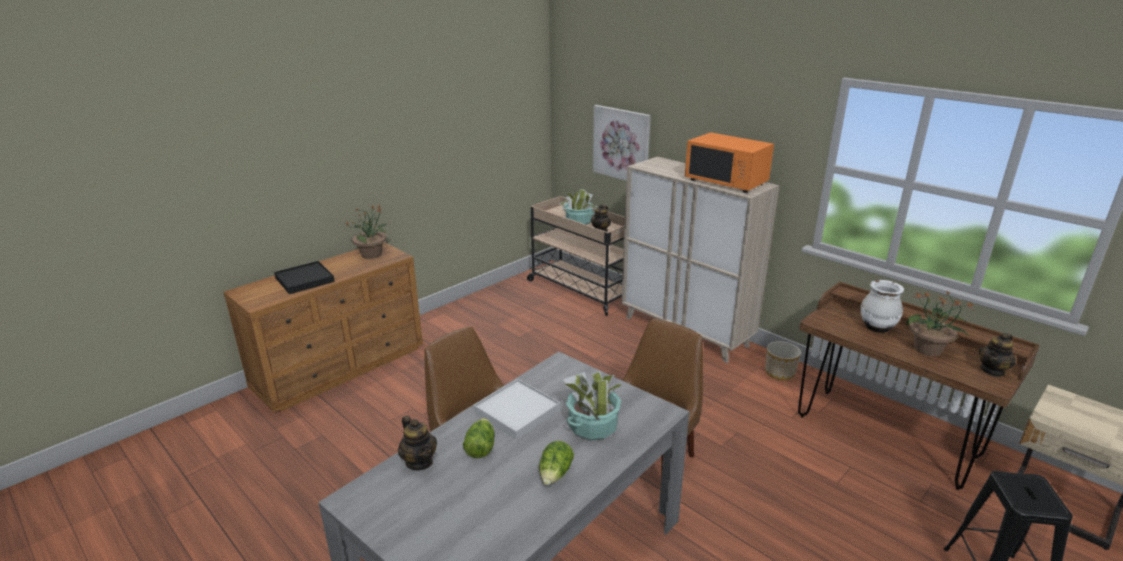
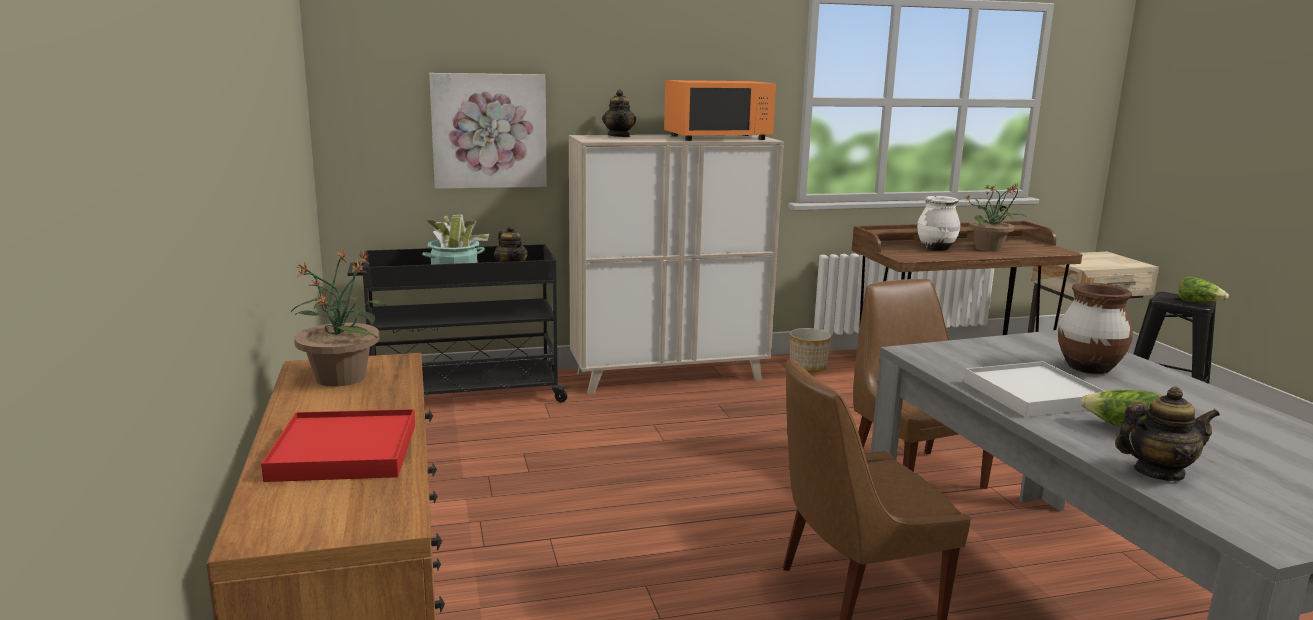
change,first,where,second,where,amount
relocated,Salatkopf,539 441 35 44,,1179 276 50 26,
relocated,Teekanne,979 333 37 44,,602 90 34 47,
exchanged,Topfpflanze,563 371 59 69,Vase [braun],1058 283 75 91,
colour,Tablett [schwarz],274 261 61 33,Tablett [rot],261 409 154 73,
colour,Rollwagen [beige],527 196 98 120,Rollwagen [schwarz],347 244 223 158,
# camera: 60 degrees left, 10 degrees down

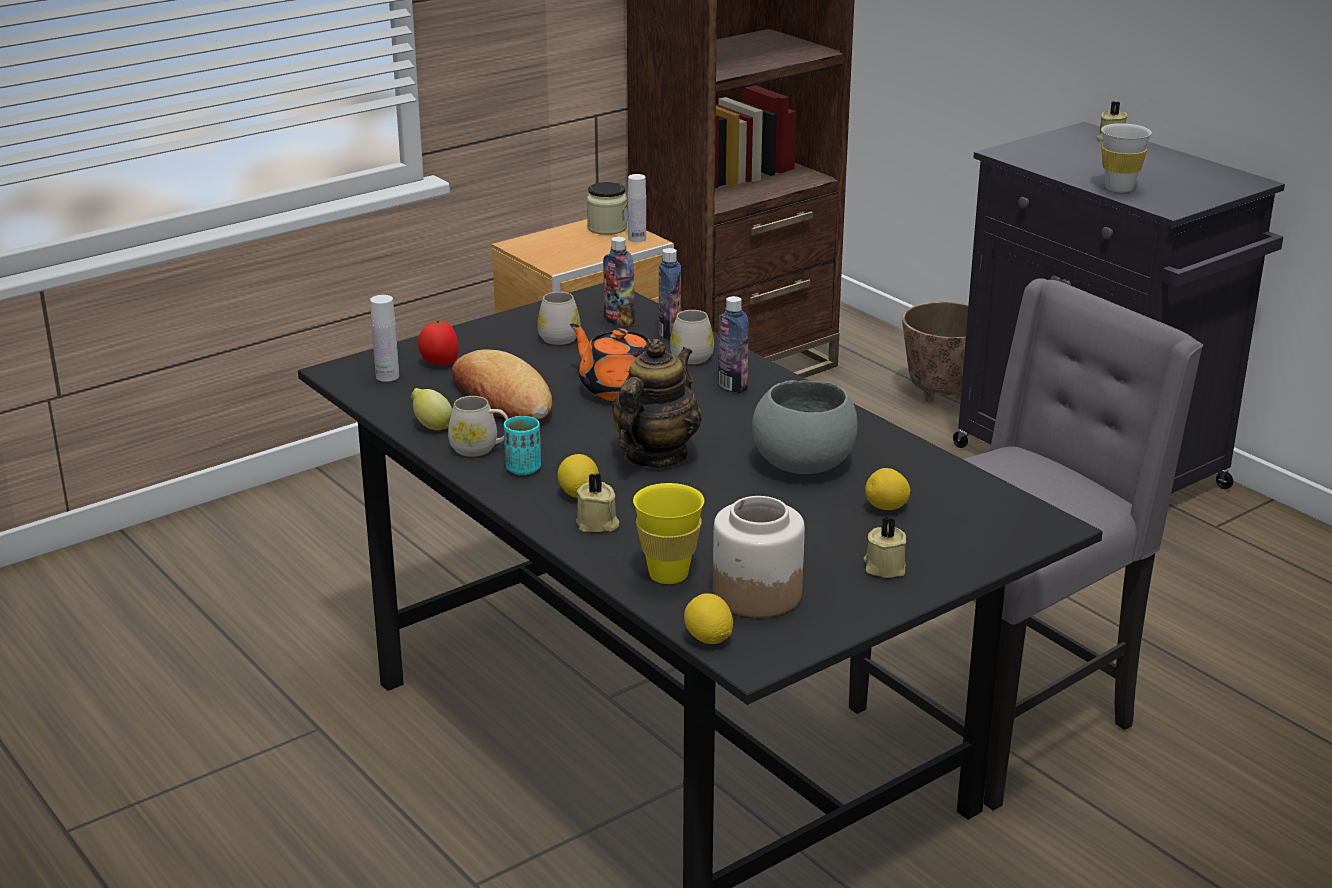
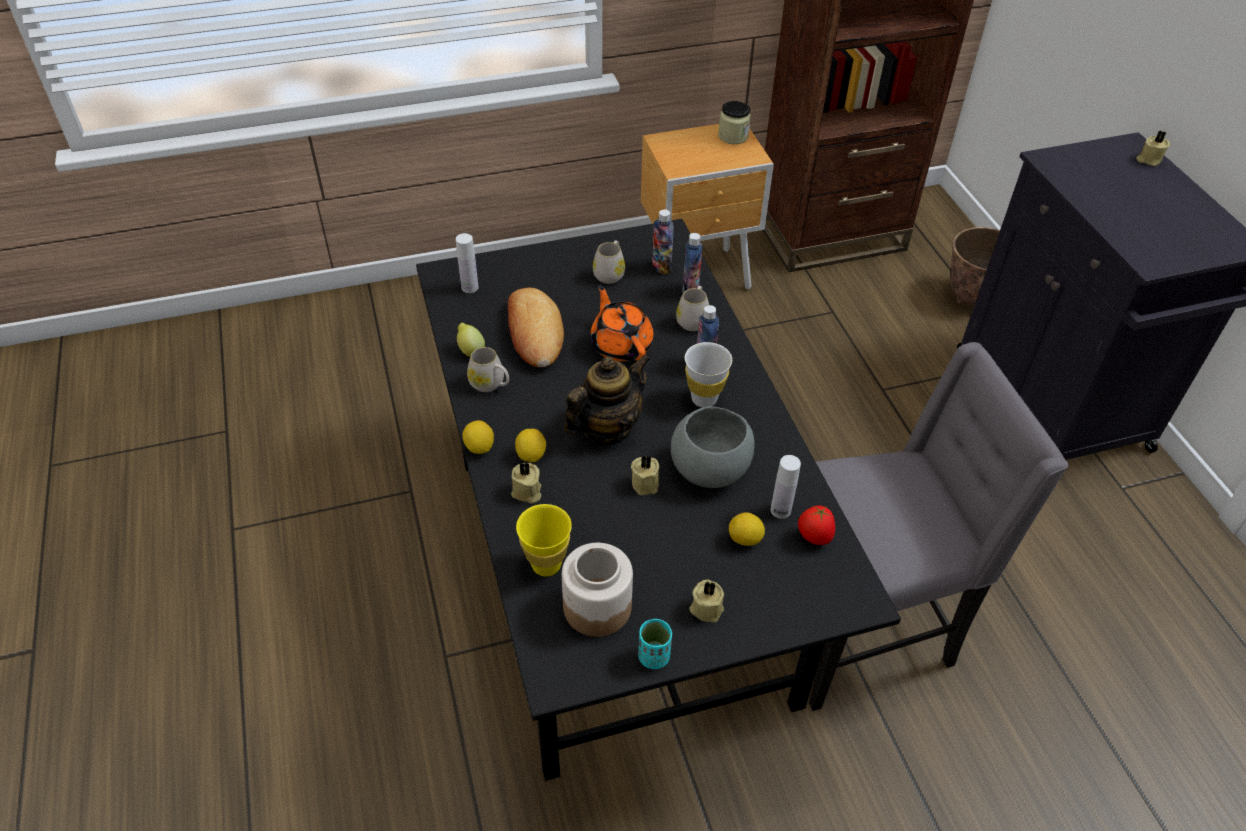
change,first,where,second,where,amount
appeared,,,Kerze [beige],631 455 28 40,
relocated,Tomate,418 320 41 45,,798 506 37 39,
relocated,Tasse [türkis],504 416 37 59,,638 619 34 50,
relocated,Flasche [weiß],628 174 18 68,,770 455 31 64,
relocated,Zitrone,684 593 49 51,,462 420 32 34,
relocated,Tasse [weiß],1101 123 51 70,,685 342 47 65,
# camera: 20 degrees right, 20 degrees up

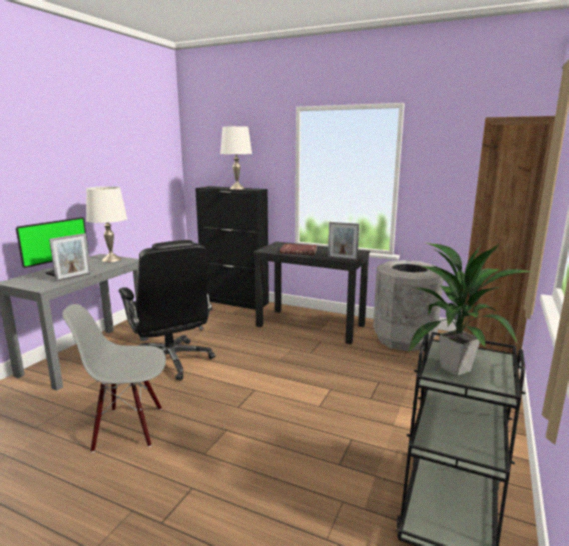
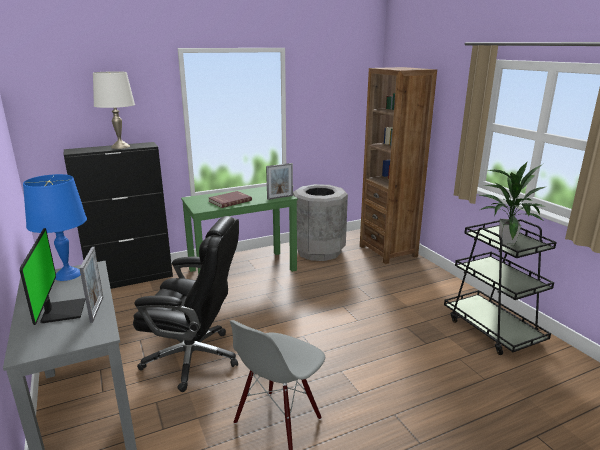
change,first,where,second,where,amount
colour,Tischlampe [weiß],86 187 42 75,Tischlampe [blau],23 174 64 107,
colour,Schreibtisch [schwarz],253 242 117 102,Schreibtisch [grün],181 186 117 89,
# camera: 50 degrees left, 5 degrees up

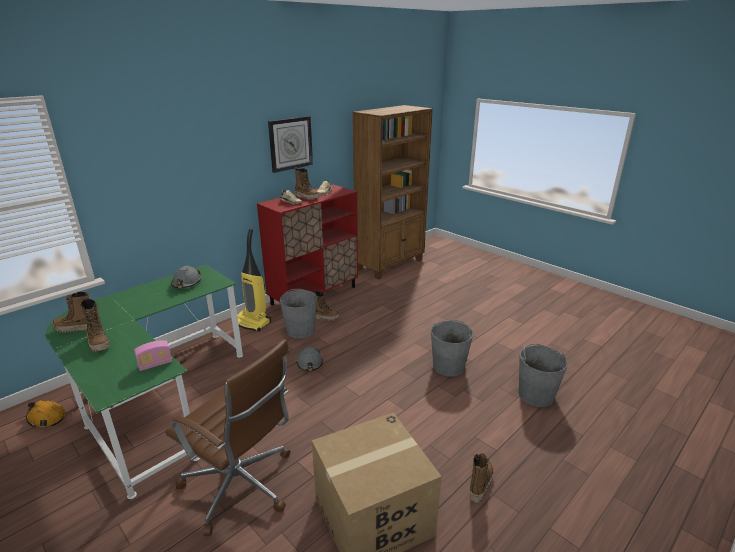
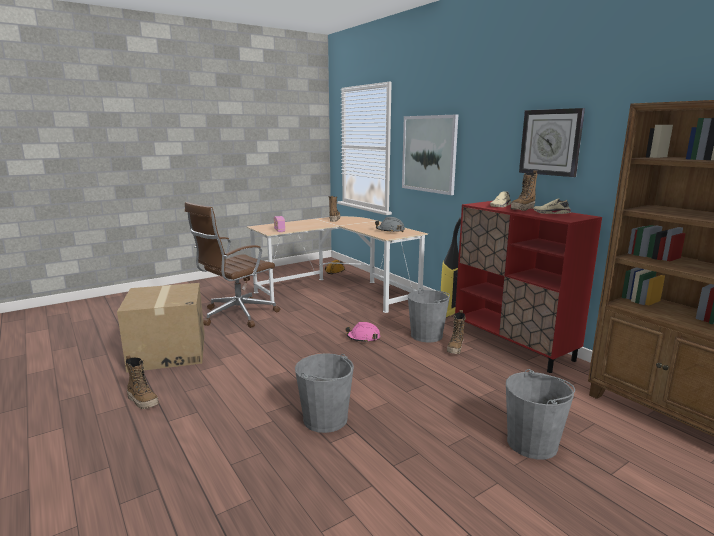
change,first,where,second,where,amount
missing,Stiefel,80 296 30 56,,,
appeared,,,Bild,402 115 56 80,
relocated,Eimer [grau],518 344 50 63,,506 369 69 91,
colour,Schreibtisch [grün],45 265 198 234,Schreibtisch [beige],247 216 181 97,
colour,Schutzhelm [grau],297 347 26 24,Schutzhelm [rosa],345 322 35 21,
# camera: 100 degrees right, 10 degrees down

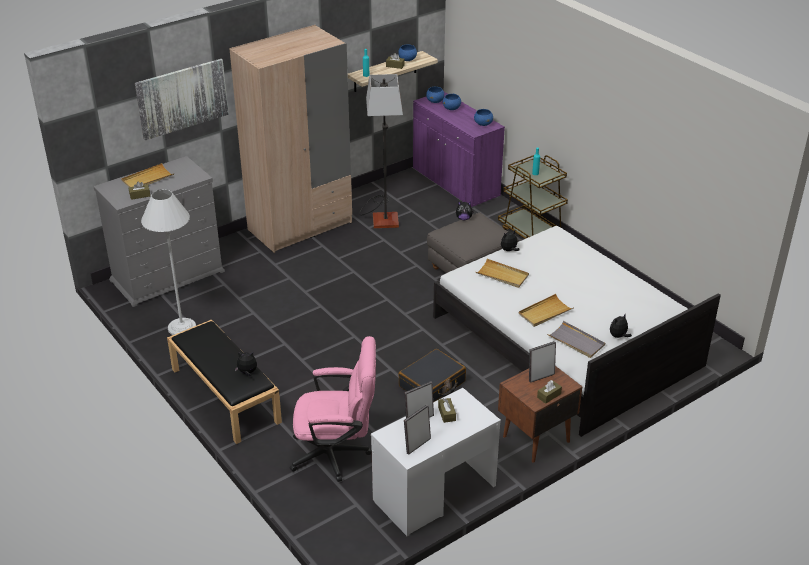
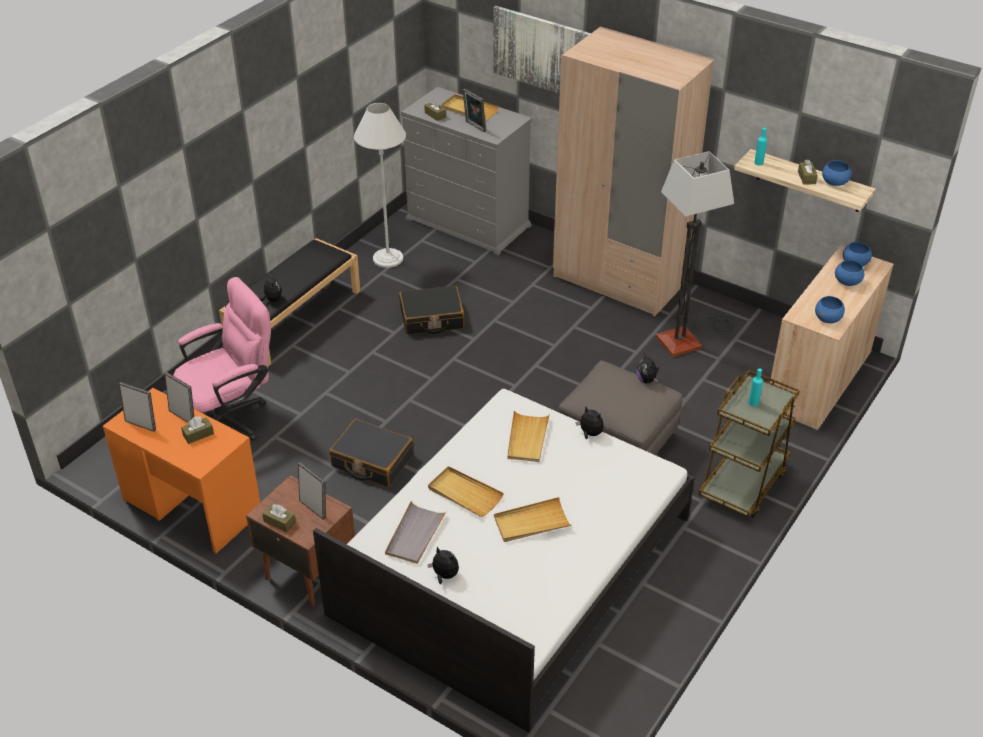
change,first,where,second,where,amount
appeared,,,Koffer [schwarz],399 286 65 48,
appeared,,,Bilderrahmen,463 89 23 43,
appeared,,,Tablett [beige],494 497 78 45,
colour,Schreibtisch [weiß],371 388 130 148,Schreibtisch [orange],103 388 157 166,
colour,Schrank [lila],413 92 92 116,Schrank [beige],770 246 124 185,
spun,Bürostuhl [rosa],290 336 86 146,,173 277 98 164,105 degrees counterclockwise
# camera: 70 degrees right, 5 degrees up

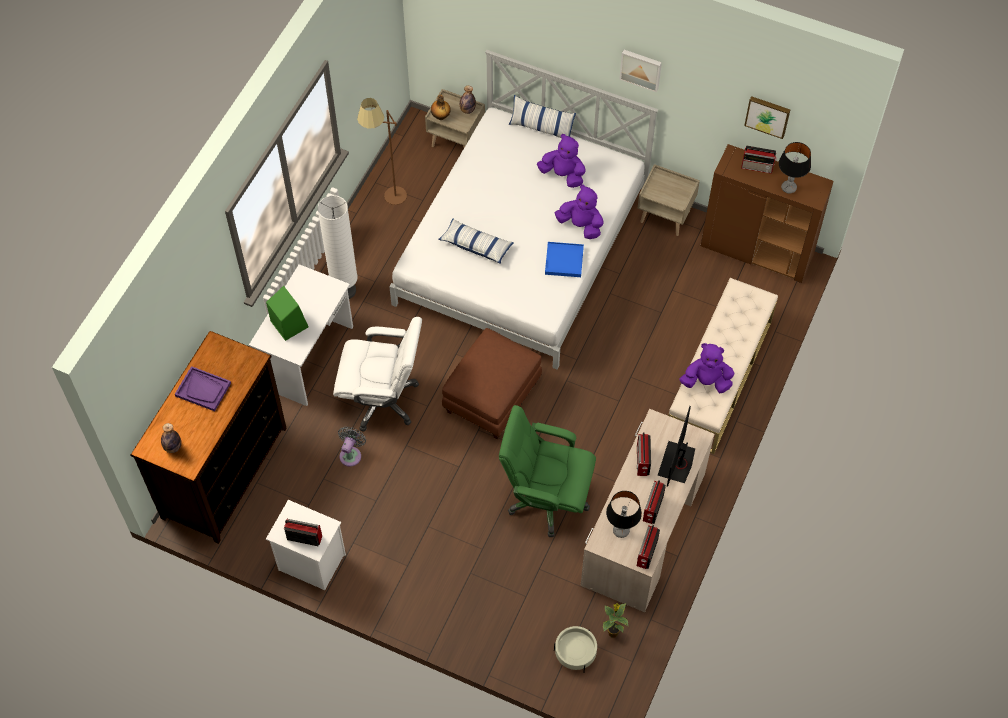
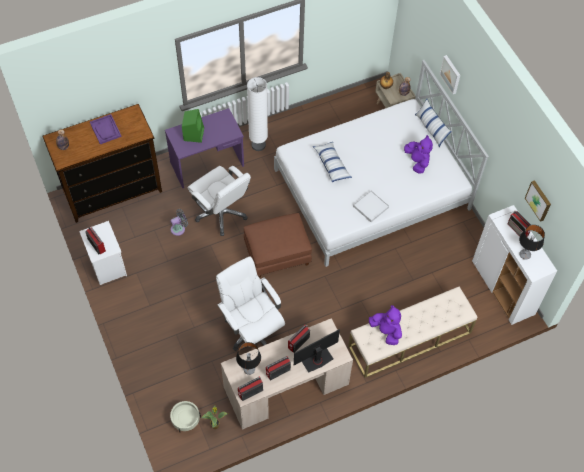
change,first,where,second,where,amount
missing,Stehlampe [braun],357 98 50 107,,,
missing,Plüschtier [lila],555 184 48 55,,,
missing,Nachttisch [beige],638 164 62 72,,,
relocated,Bild,619 50 43 42,,439 55 21 39,
colour,Schreibtisch [weiß],249 264 104 142,Schreibtisch [lila],165 108 79 80,
colour,Bürostuhl [grün],499 405 97 132,Bürostuhl [weiß],216 256 69 95,
colour,Tablett [blau],545 242 39 35,Tablett [weiß],353 191 36 31,
colour,Schrank [braun],701 144 133 139,Schrank [weiß],472 205 85 120,
# camera: 40 degrees right, 0 degrees up

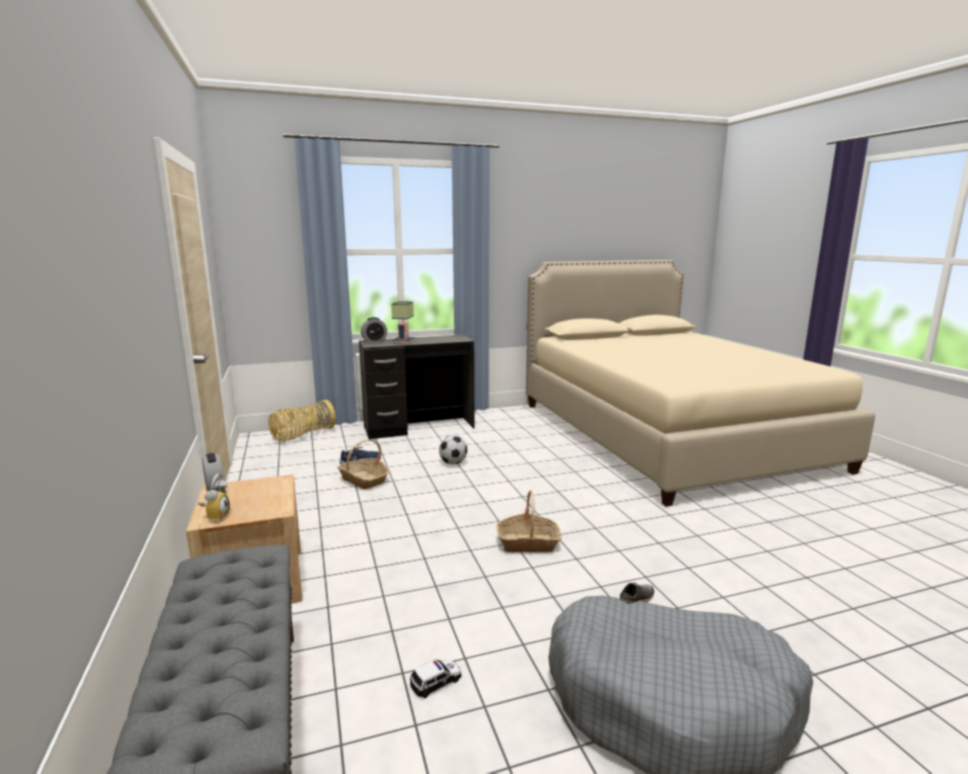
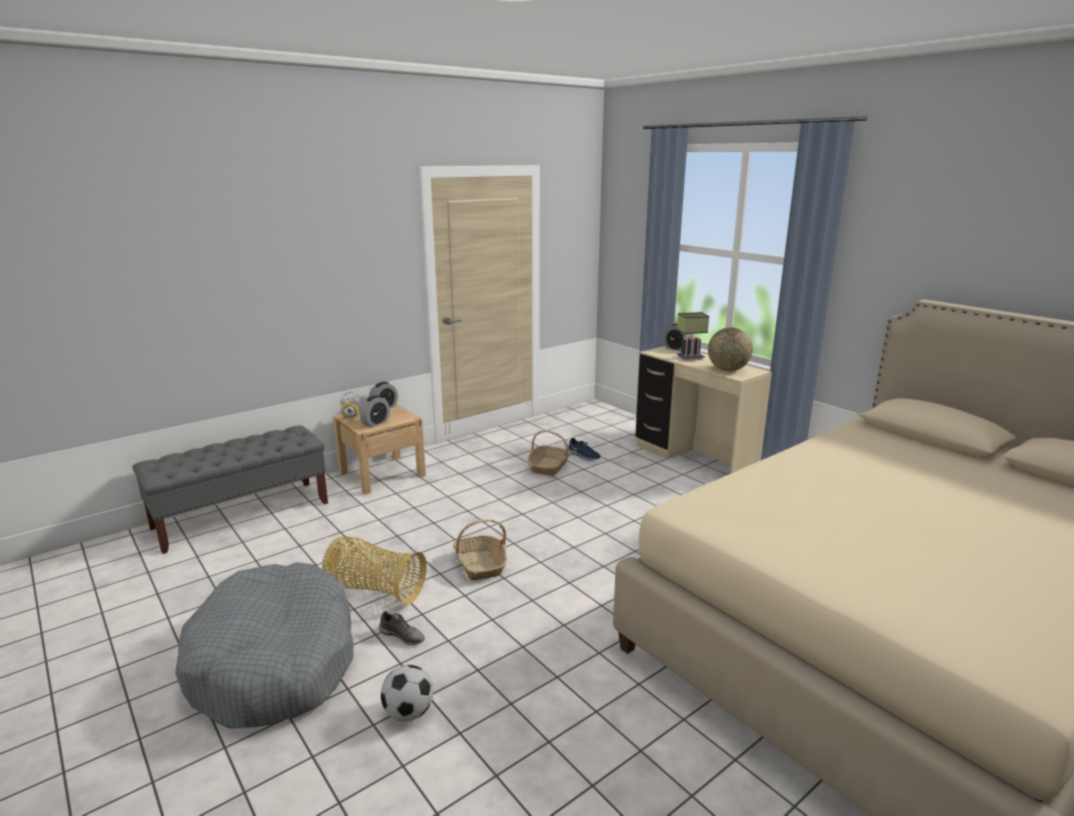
change,first,where,second,where,amount
missing,Spielzeugauto,410 659 51 39,,,
appeared,,,Wecker,360 395 30 32,
appeared,,,Globus,708 327 45 44,
relocated,Korb,268 399 68 43,,322 536 105 69,
relocated,Fußball,439 435 28 29,,381 665 52 57,
colour,Schreibtisch [schwarz],359 335 115 104,Schreibtisch [beige],635 346 137 128,
# camera: 70 degrees right, 5 degrees up

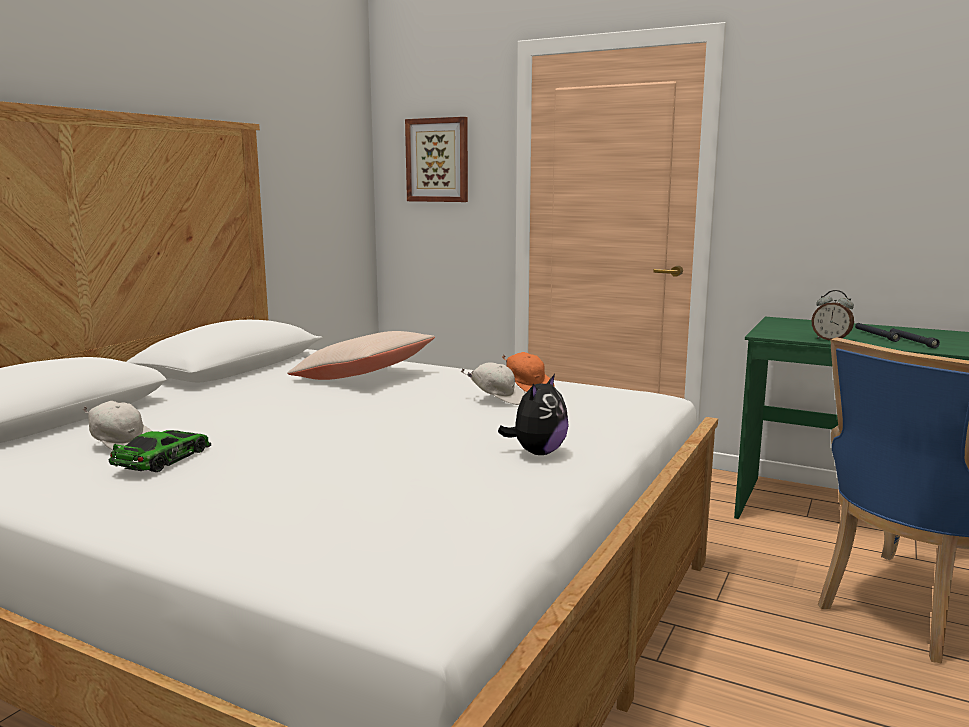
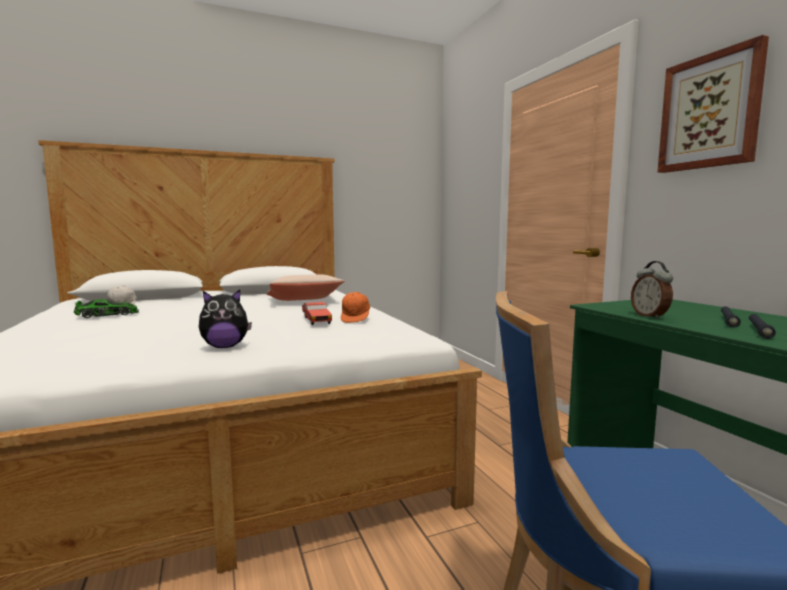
change,first,where,second,where,amount
relocated,Bild,405 117 63 85,,658 35 111 138,
exchanged,Kappe [weiß],461 362 64 43,Spielzeugauto [rot],302 302 30 23,
# camera: 40 degrees right, 5 degrees down

